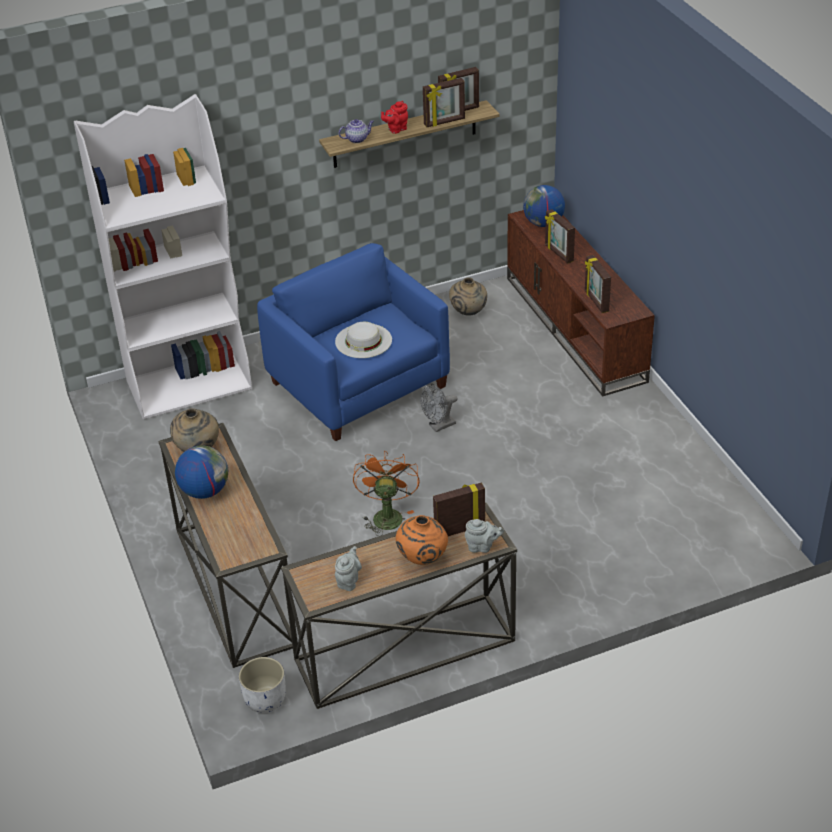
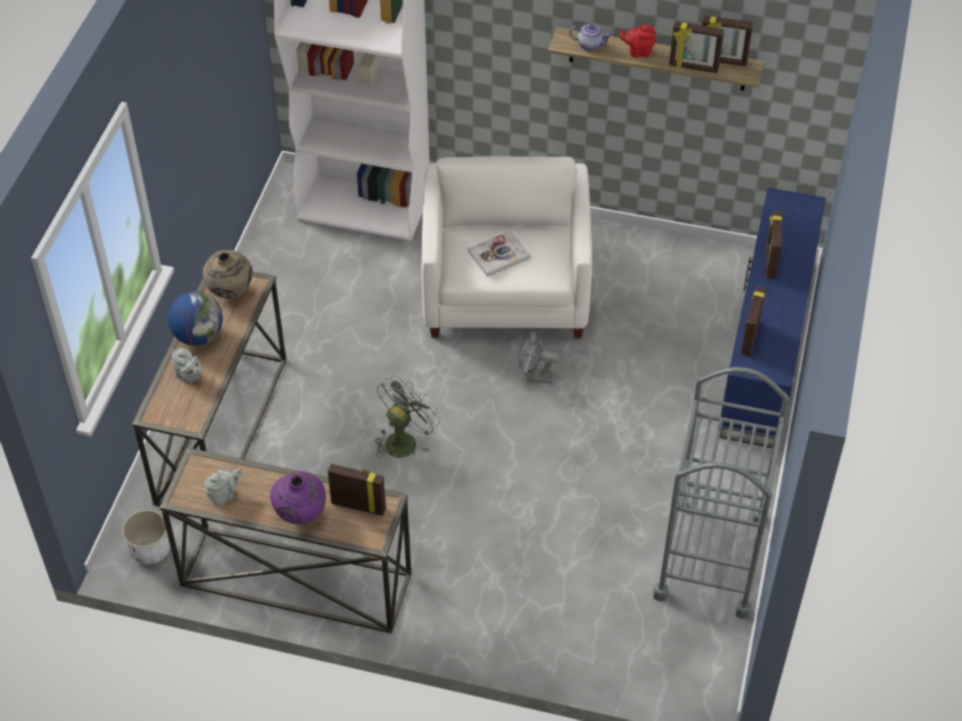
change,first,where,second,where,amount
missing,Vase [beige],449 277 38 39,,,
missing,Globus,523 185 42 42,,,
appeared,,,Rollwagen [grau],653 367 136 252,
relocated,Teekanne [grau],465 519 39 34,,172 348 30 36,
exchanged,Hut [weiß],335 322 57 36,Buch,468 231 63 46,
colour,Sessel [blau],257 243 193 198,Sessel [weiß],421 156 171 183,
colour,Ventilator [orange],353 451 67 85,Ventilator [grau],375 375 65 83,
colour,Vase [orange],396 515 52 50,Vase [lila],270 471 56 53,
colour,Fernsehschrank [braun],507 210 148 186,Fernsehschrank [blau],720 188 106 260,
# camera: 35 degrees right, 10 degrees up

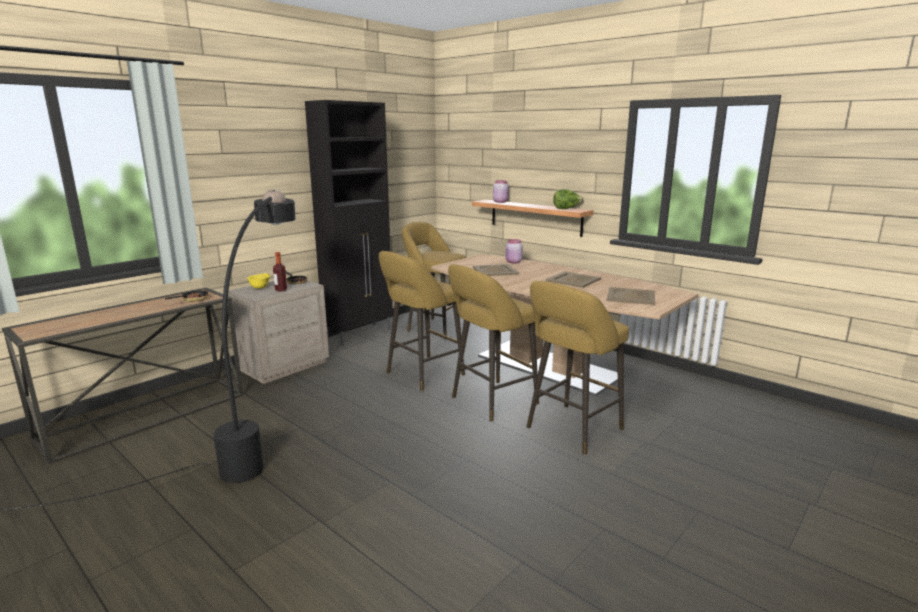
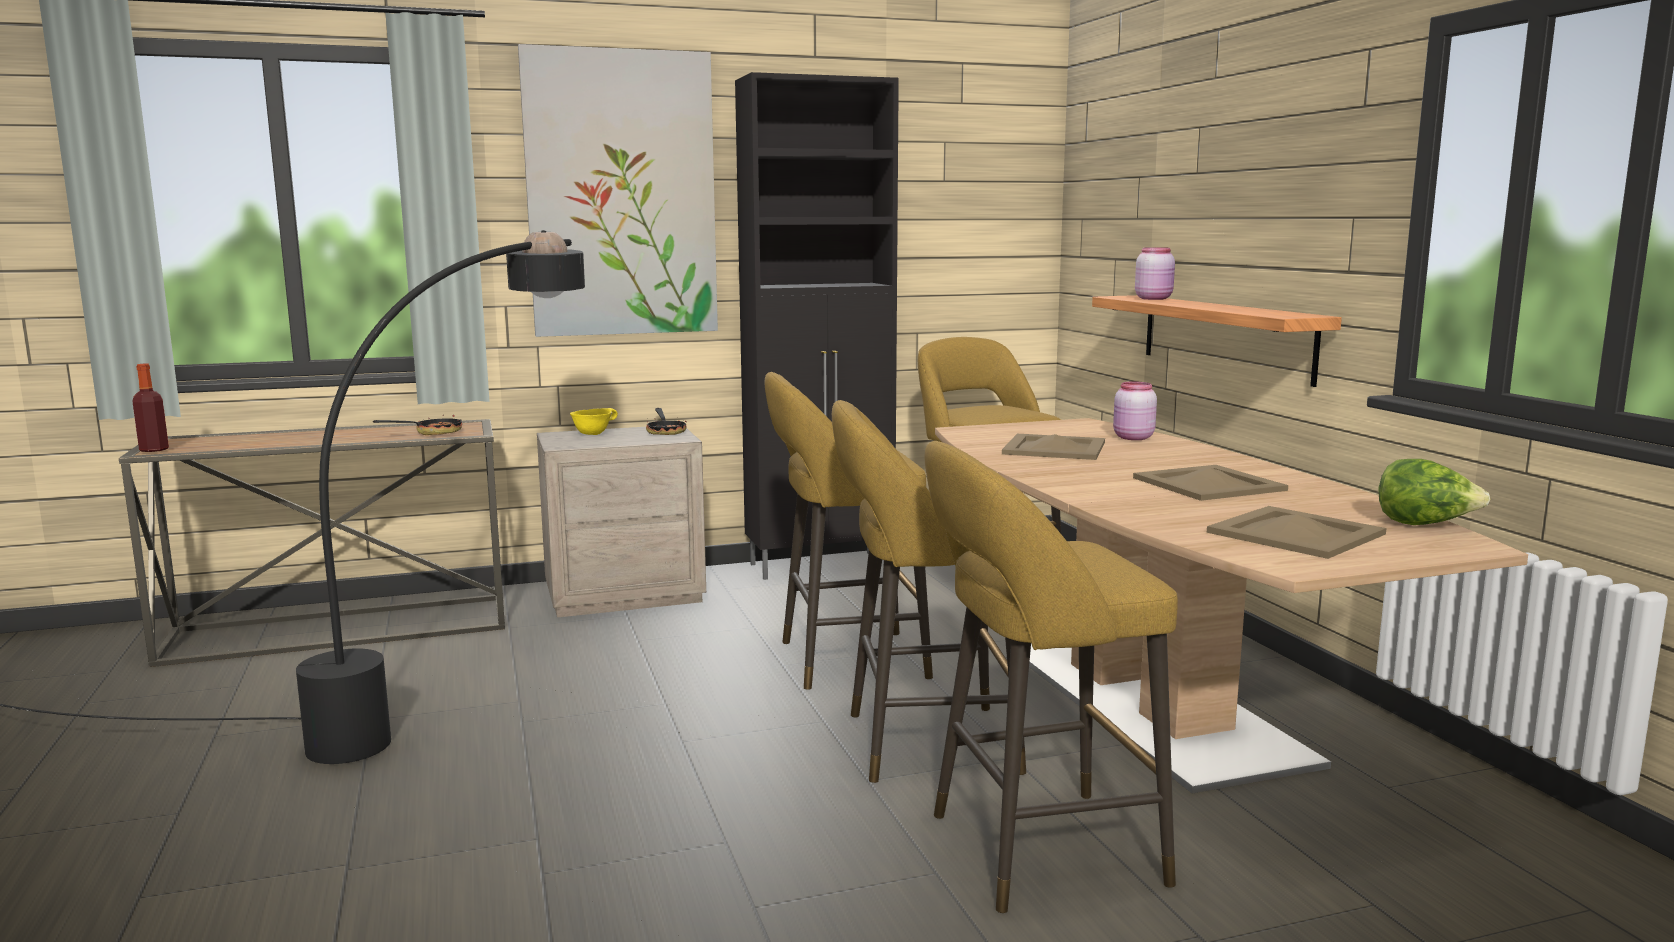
change,first,where,second,where,amount
appeared,,,Bild,518 44 200 293,
relocated,Flasche,273 252 14 40,,132 364 37 88,
relocated,Salatkopf,553 189 30 20,,1378 459 113 66,
# camera: 30 degrees right, 5 degrees down

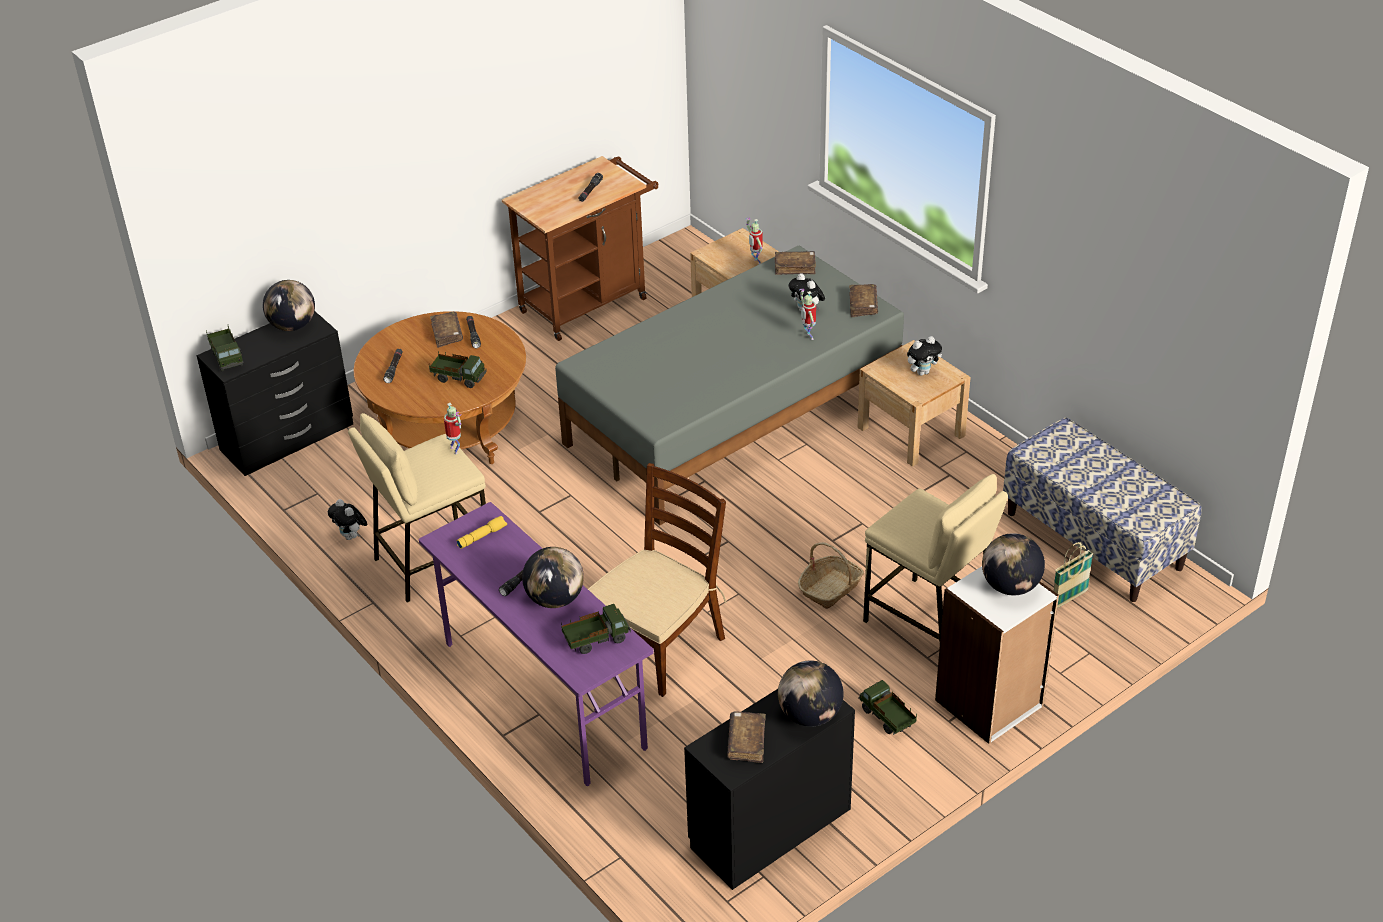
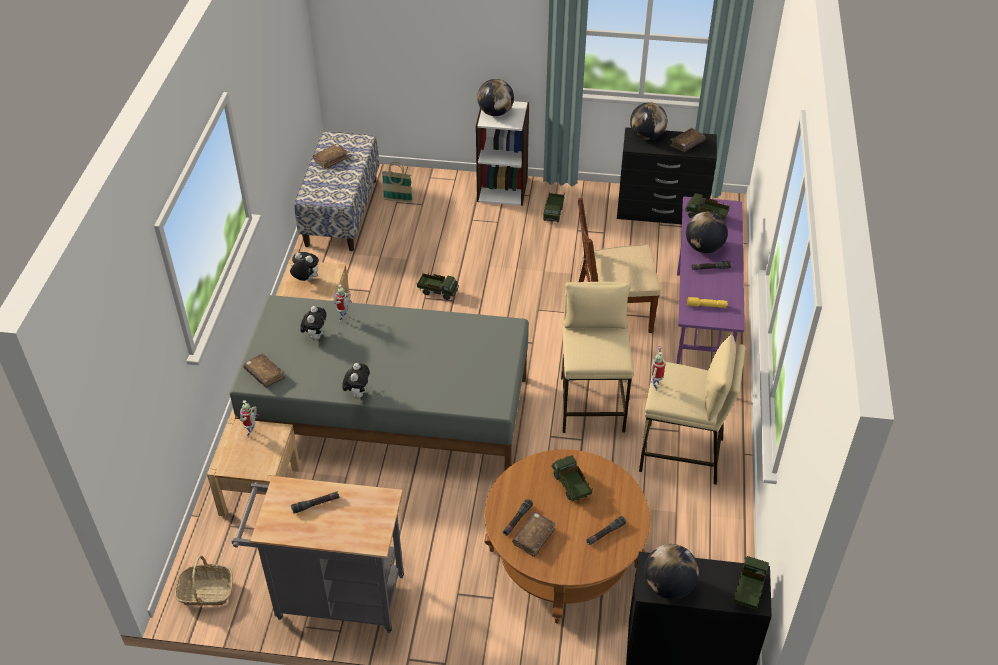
change,first,where,second,where,amount
appeared,,,Spielzeuglaster,417 271 42 29,
relocated,Plüschtier,328 499 39 41,,342 363 28 36,
relocated,Korb,798 542 66 67,,175 556 58 50,
relocated,Buch [braun],849 284 29 33,,313 144 35 26,
relocated,Hocker [beige],863 474 145 167,,561 282 73 151,
colour,Rollwagen [braun],502 156 156 185,Rollwagen [grau],231 476 173 157,
# camera: 135 degrees left, 5 degrees up

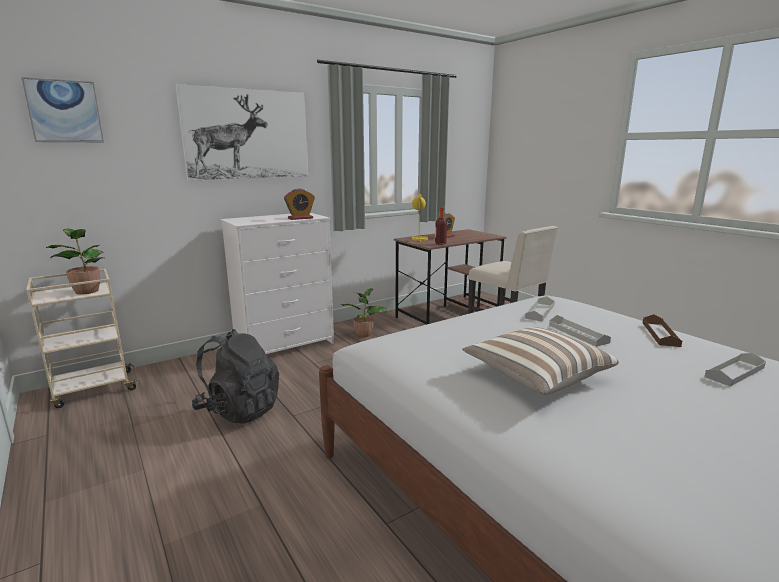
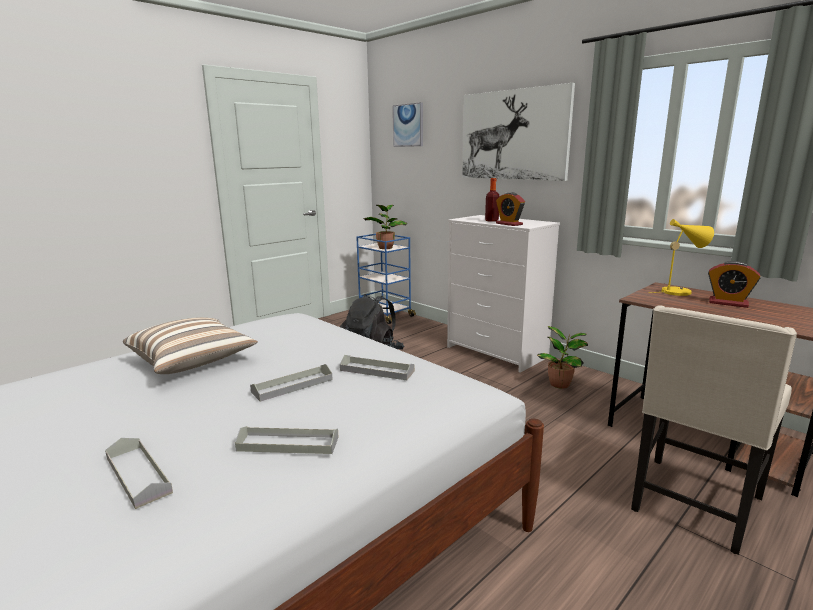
change,first,where,second,where,amount
relocated,Flasche,435 207 12 38,,485 178 15 44,
colour,Rollwagen [beige],26 269 114 139,Rollwagen [blau],356 234 60 90,
colour,Tablett [braun],643 314 39 33,Tablett [grau],235 426 103 28,
# camera: 80 degrees right, 0 degrees up

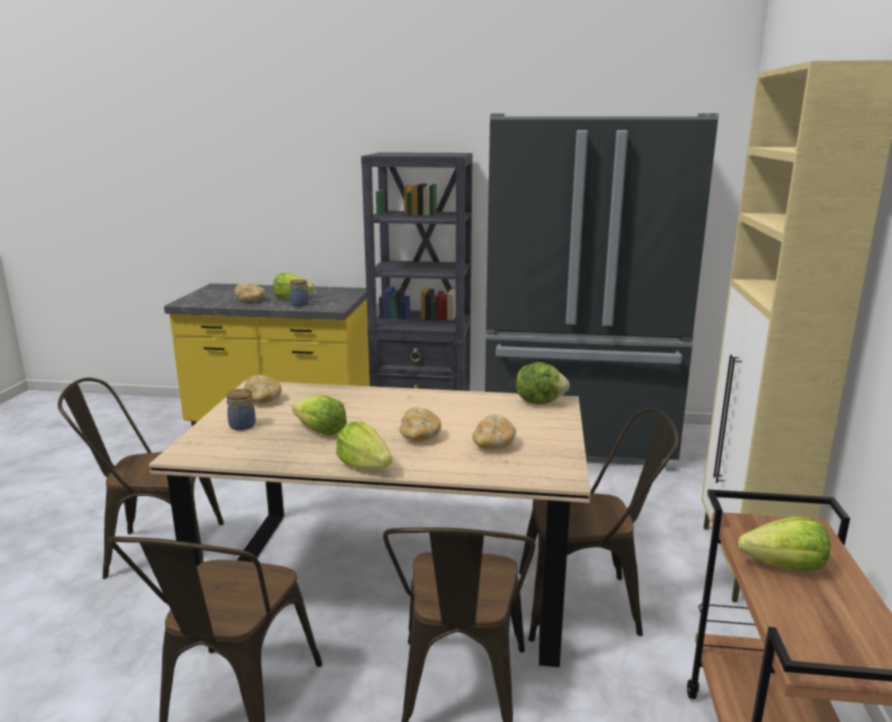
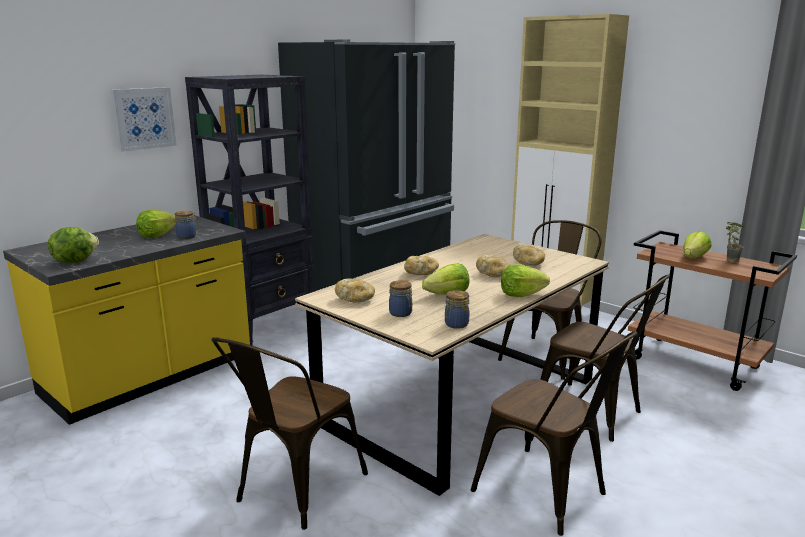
change,first,where,second,where,amount
appeared,,,Bild,111 87 66 65,
appeared,,,Vorratsglas,445 290 24 39,
appeared,,,Topfpflanze,725 222 20 41,
relocated,Brot,235 283 30 18,,404 256 35 19,
relocated,Salatkopf,516 362 54 42,,48 227 51 36,
# camera: 55 degrees left, 0 degrees up

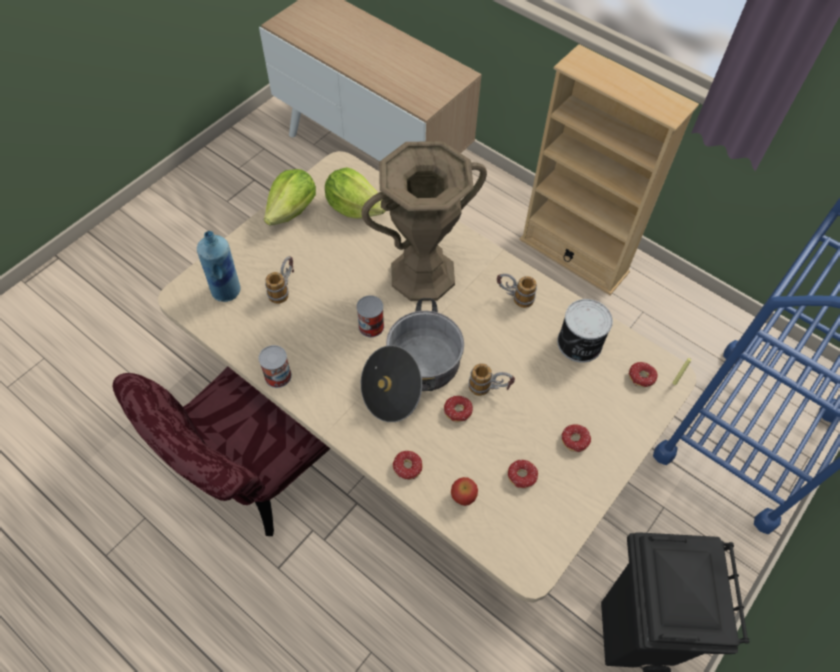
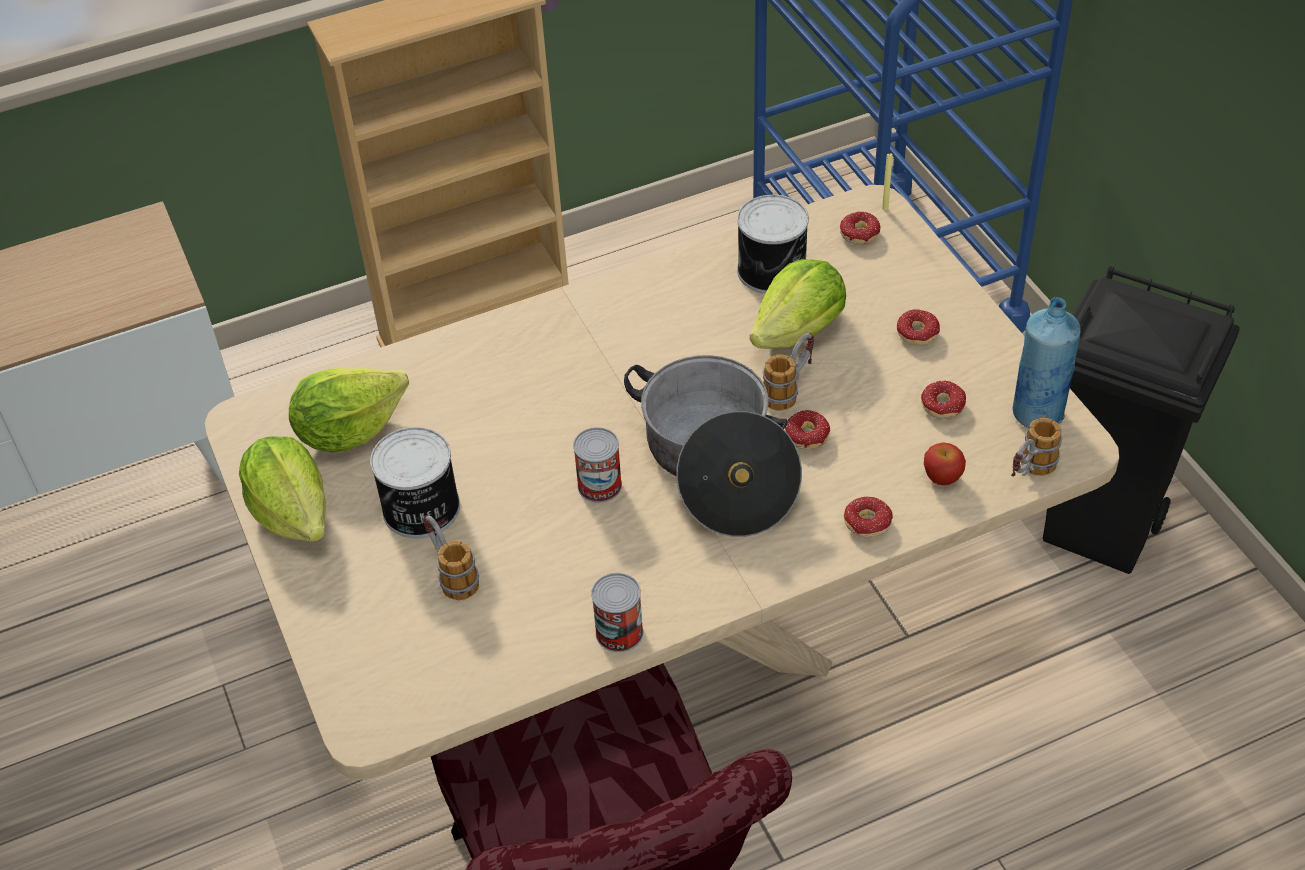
change,first,where,second,where,amount
missing,Vase [braun],361 141 126 160,,,
appeared,,,Dose,370 427 90 112,
appeared,,,Salatkopf,750 259 96 90,
relocated,Flasche [blau],197 231 44 71,,1012 297 69 131,
relocated,Henkelbecher,497 273 40 35,,1011 418 51 59,
# camera: 60 degrees left, 10 degrees down

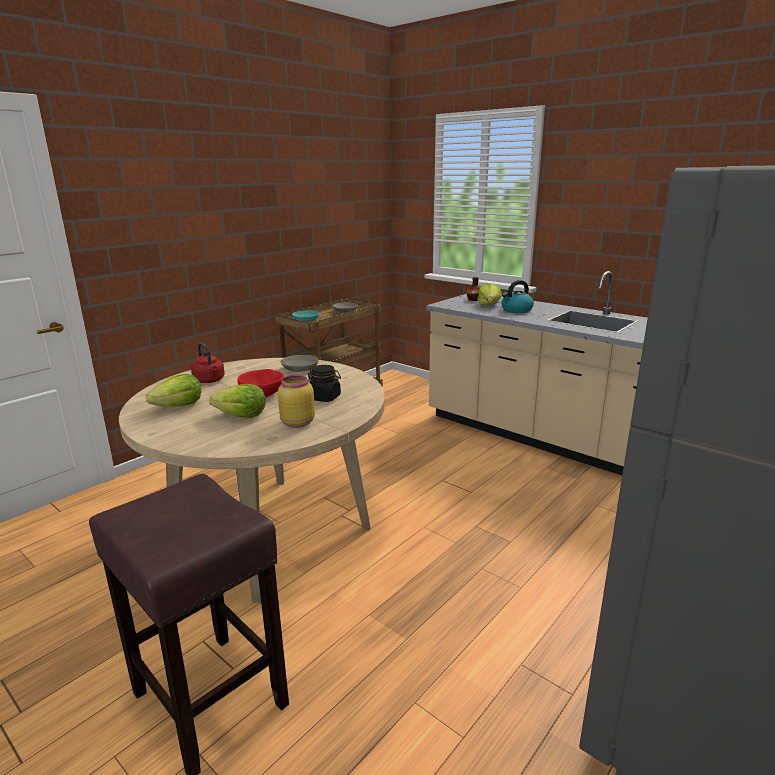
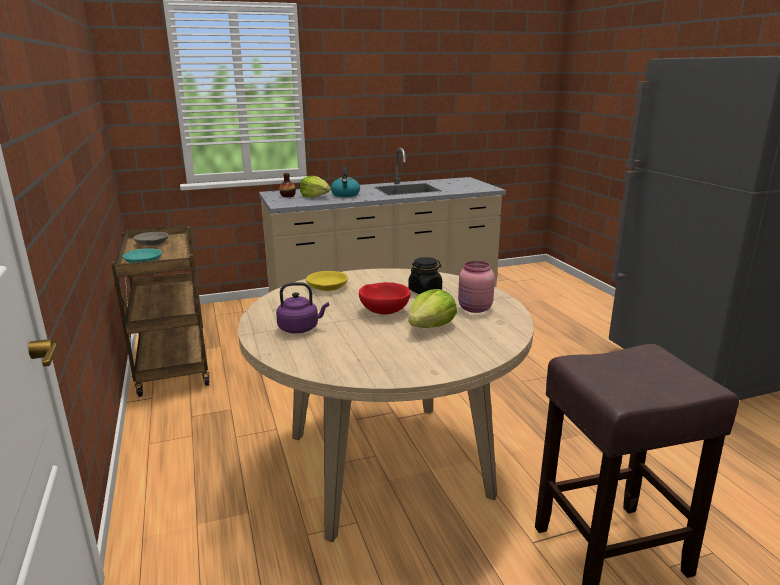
change,first,where,second,where,amount
missing,Salatkopf,146 374 55 33,,,
colour,Wasserkessel [rot],191 343 34 40,Wasserkessel [lila],276 282 53 51,
colour,Vorratsglas [gelb],278 375 37 53,Vorratsglas [rosa],458 261 37 52,
colour,Schüssel [grau],281 355 38 17,Schüssel [gelb],306 271 42 20,
# camera: 60 degrees left, 0 degrees up

